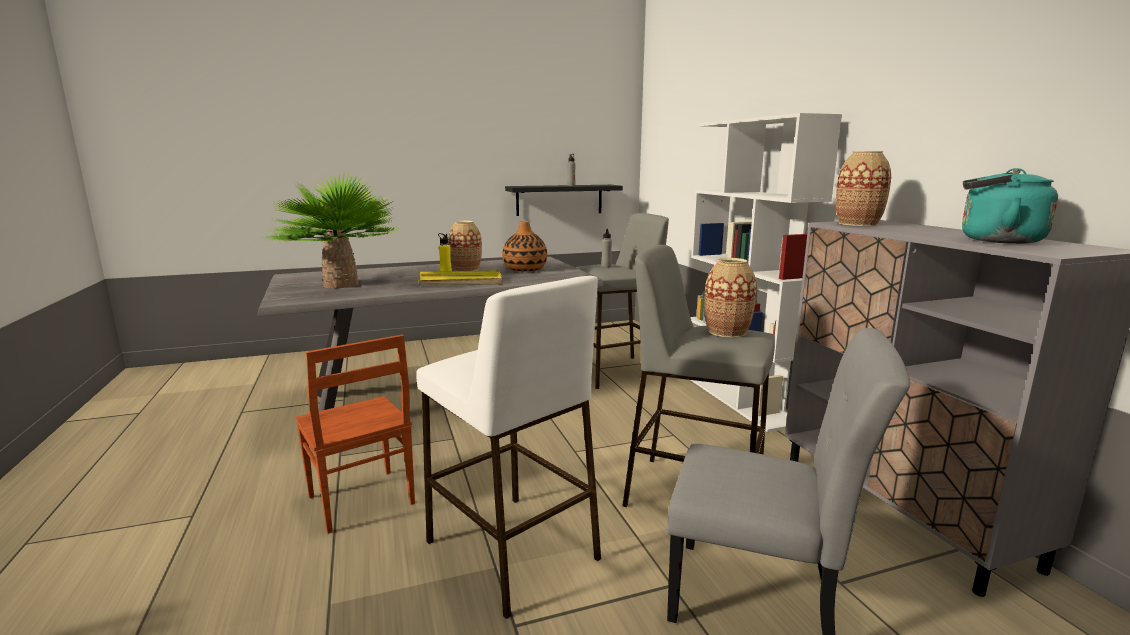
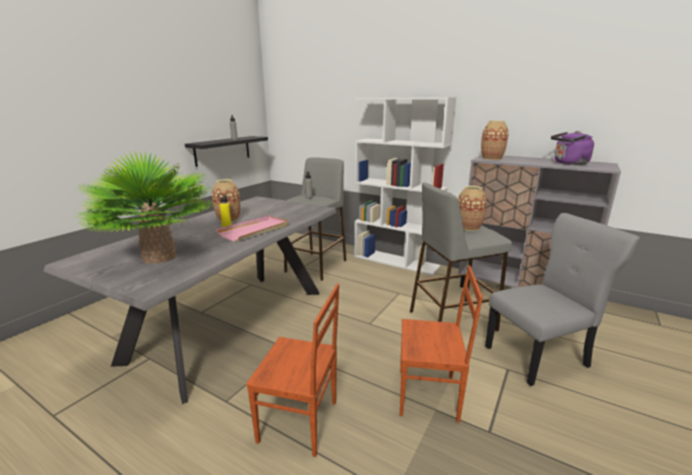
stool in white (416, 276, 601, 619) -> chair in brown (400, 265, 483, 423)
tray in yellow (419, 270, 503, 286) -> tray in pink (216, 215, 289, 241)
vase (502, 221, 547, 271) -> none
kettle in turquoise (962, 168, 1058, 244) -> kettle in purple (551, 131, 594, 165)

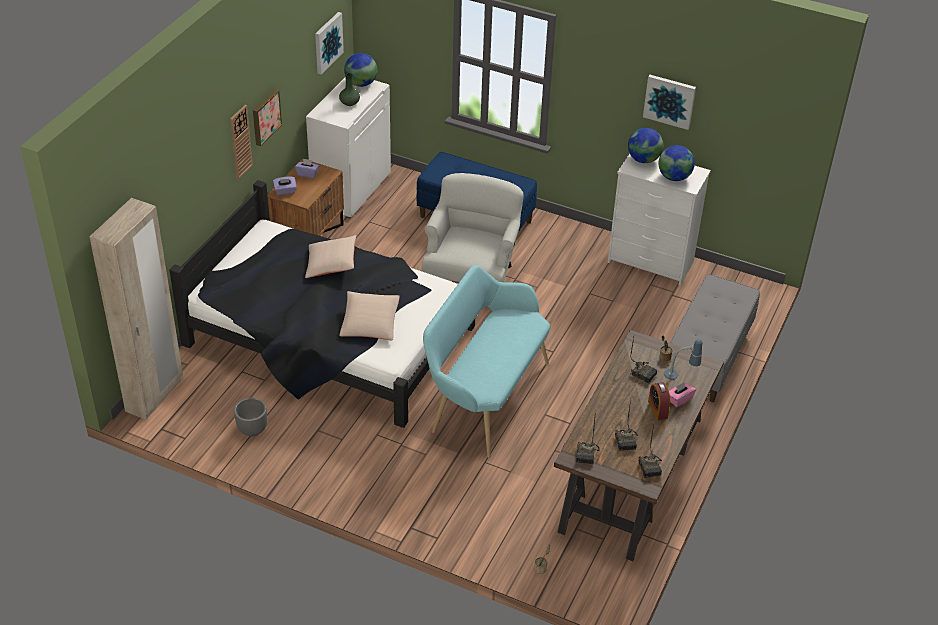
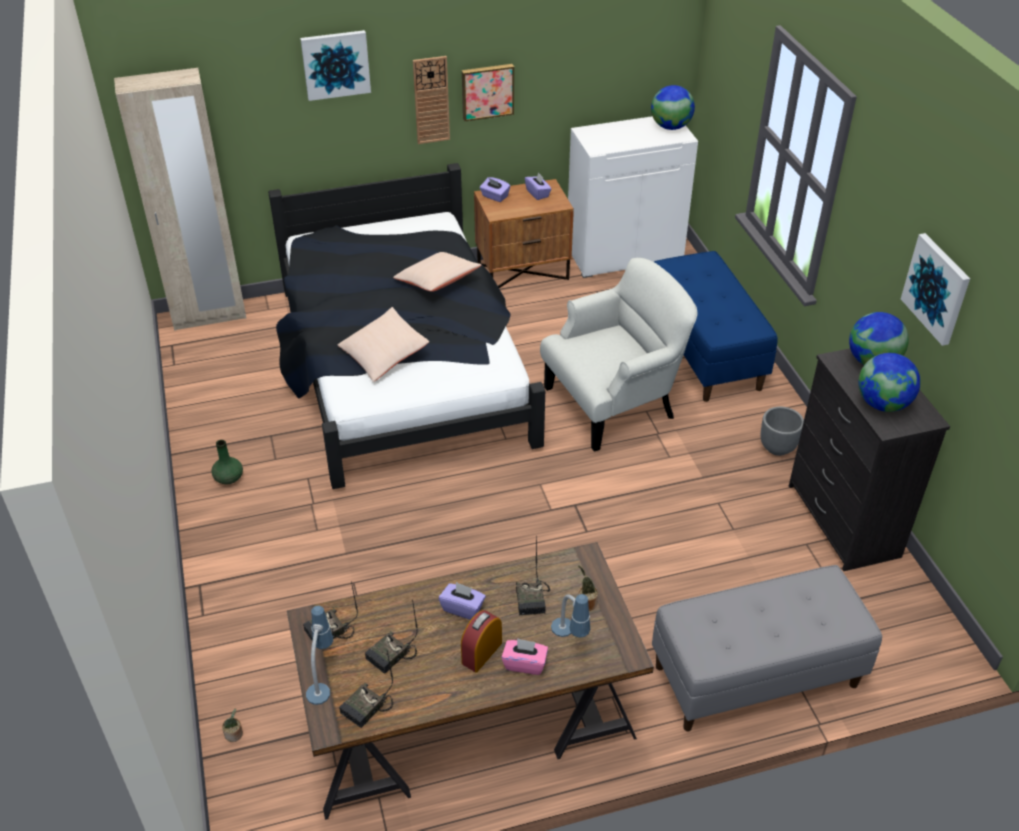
planter in grey (234, 398, 267, 436) -> planter in grey (760, 407, 804, 456), move
picture (315, 12, 344, 74) -> picture (300, 30, 371, 101), move
vase in green (339, 73, 360, 106) -> vase in green (211, 440, 243, 484), move
bench in turquoise (423, 265, 550, 458) -> none
dresser in white (608, 154, 711, 286) -> dresser in black (789, 348, 950, 571)
none -> table lamp (306, 606, 333, 705)
none -> tissue box in purple (439, 582, 486, 620)

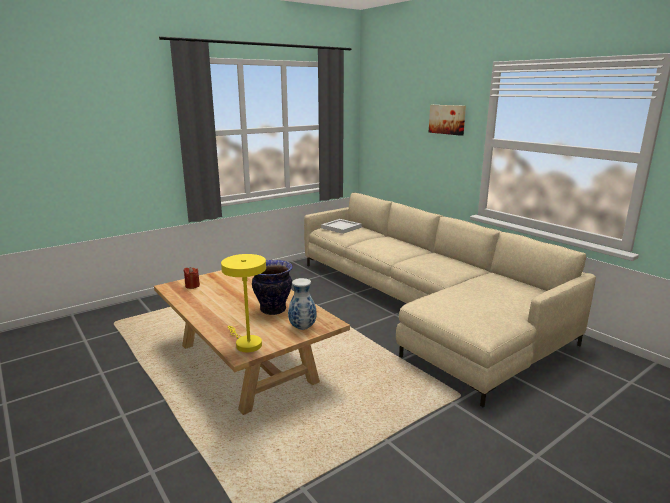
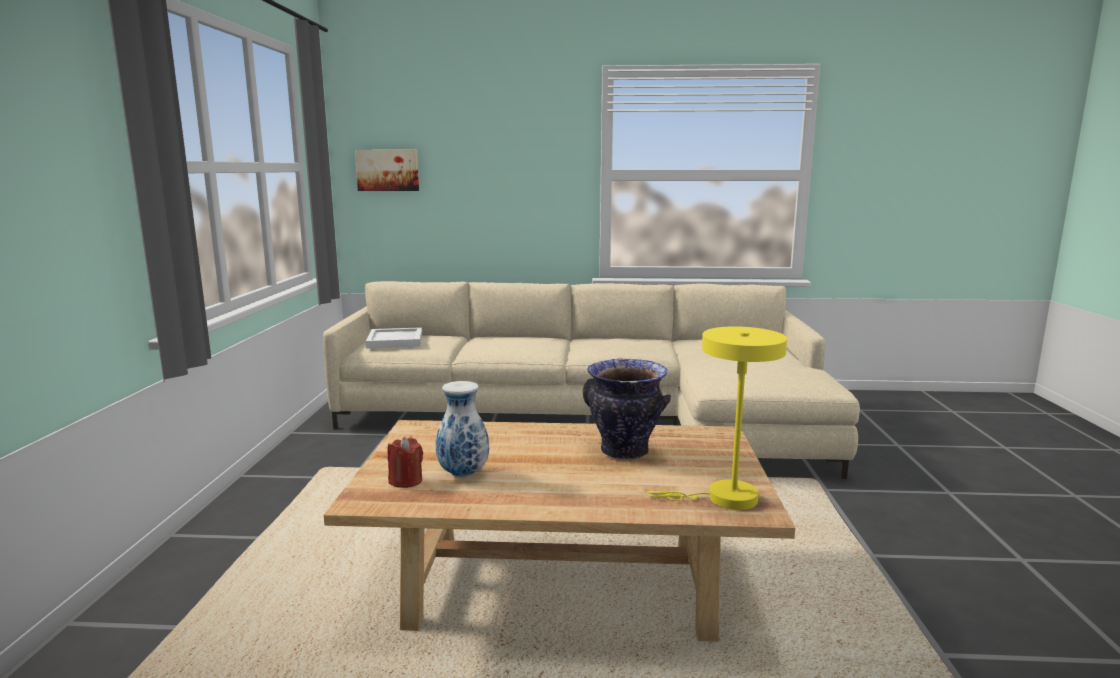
vase (288, 278, 316, 330) -> vase (436, 381, 489, 477), move
picture (429, 105, 466, 136) -> picture (355, 150, 419, 191), move

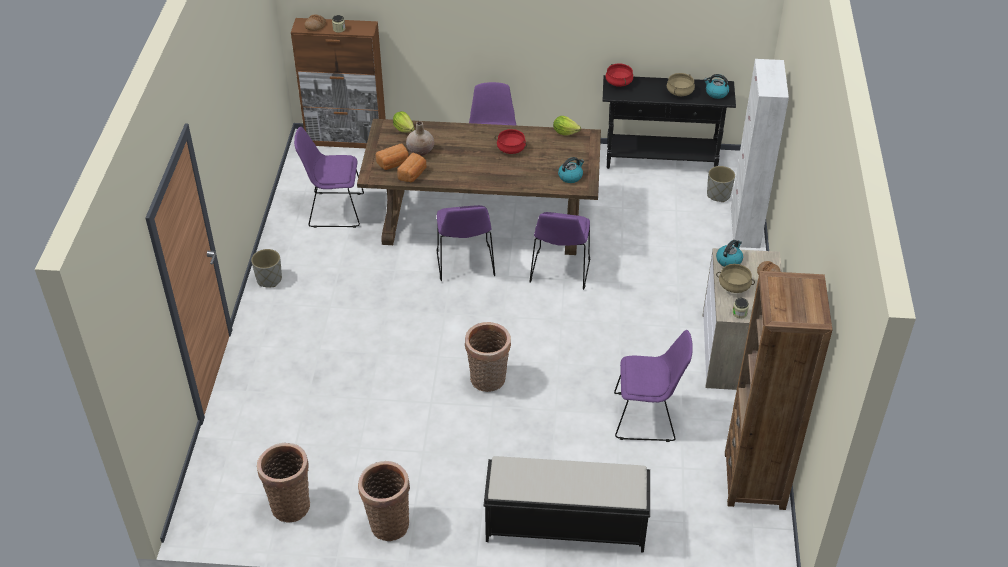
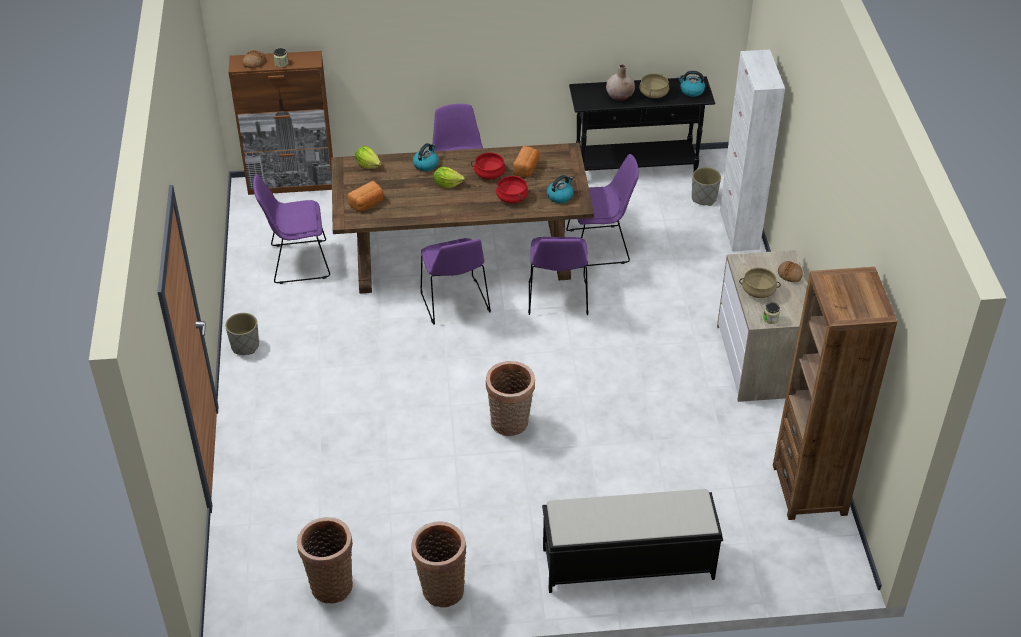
bread (397, 153, 426, 182) -> bread (513, 146, 539, 177), move
vase in beige (406, 121, 434, 156) -> vase in beige (606, 65, 635, 101), move
lettuce (553, 116, 581, 135) -> lettuce (434, 167, 465, 188), move
cooking pot in red (606, 63, 633, 87) -> cooking pot in red (496, 176, 528, 203), move
chair in purple (614, 330, 693, 442) -> chair in purple (566, 154, 639, 266), move
kettle (716, 240, 743, 267) -> kettle (413, 143, 439, 171), move

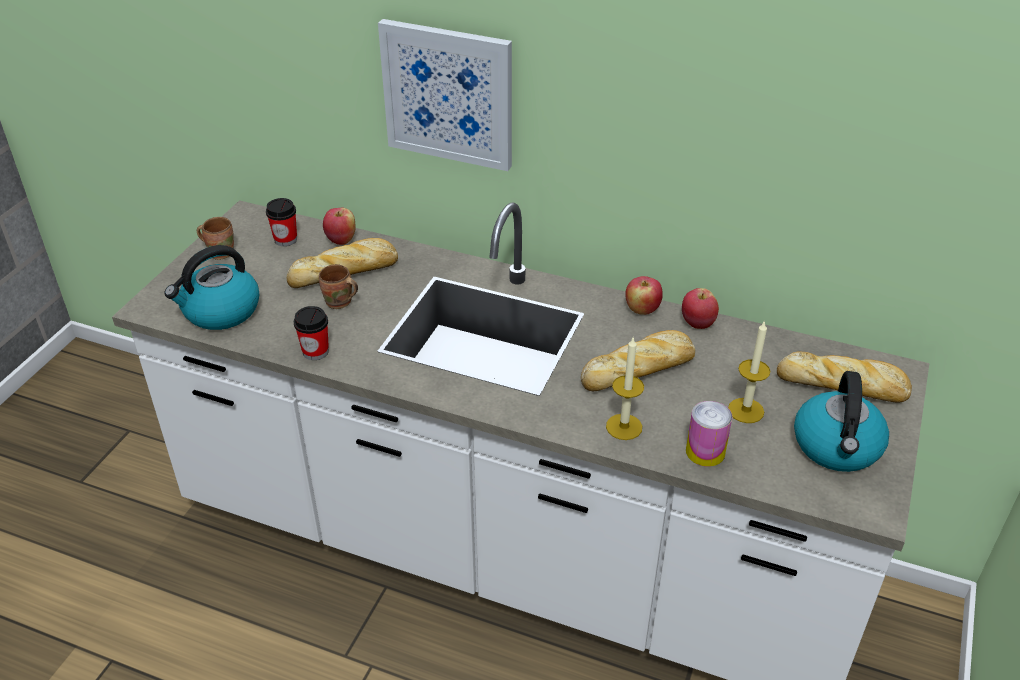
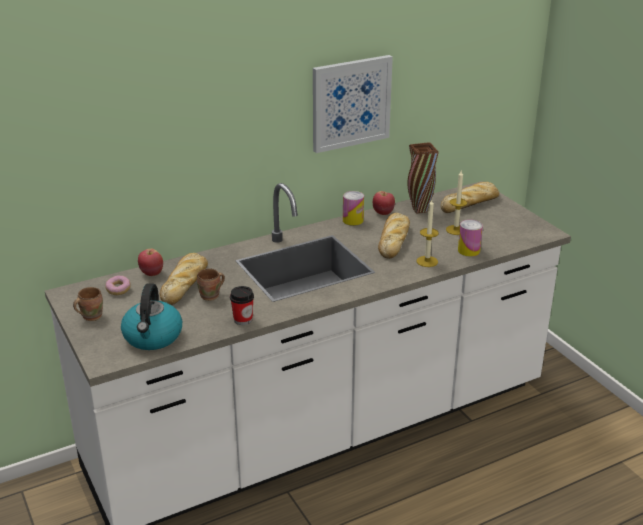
cup (266, 198, 297, 246) -> donut (105, 276, 130, 295)
picture (378, 19, 512, 171) -> picture (313, 55, 393, 153), move
apple (625, 276, 663, 315) -> can (343, 191, 364, 226)
kettle (794, 371, 889, 472) -> none
none -> vase in brown (407, 142, 439, 214)

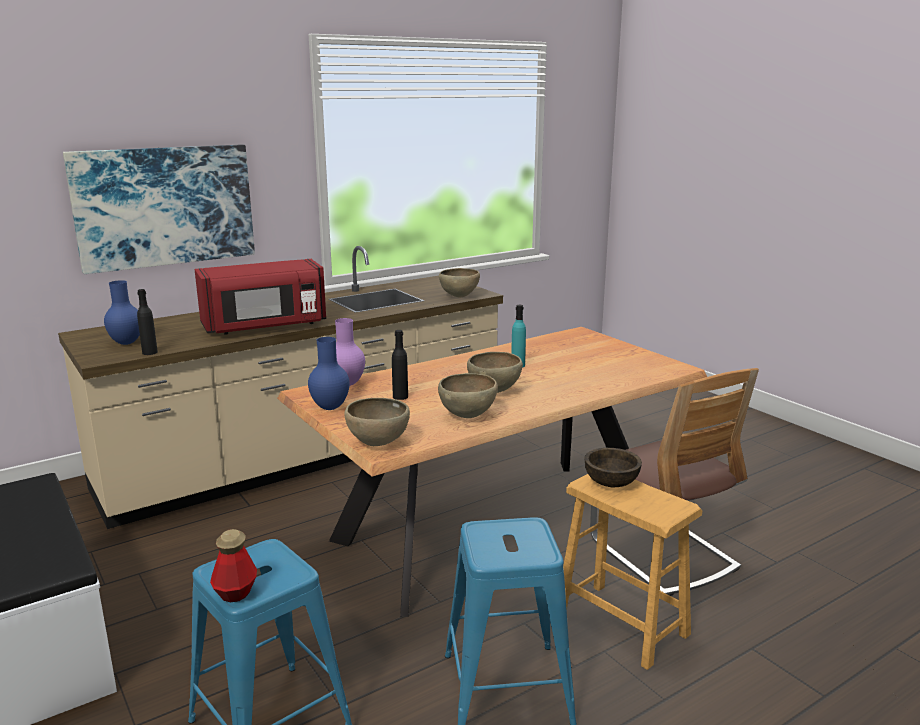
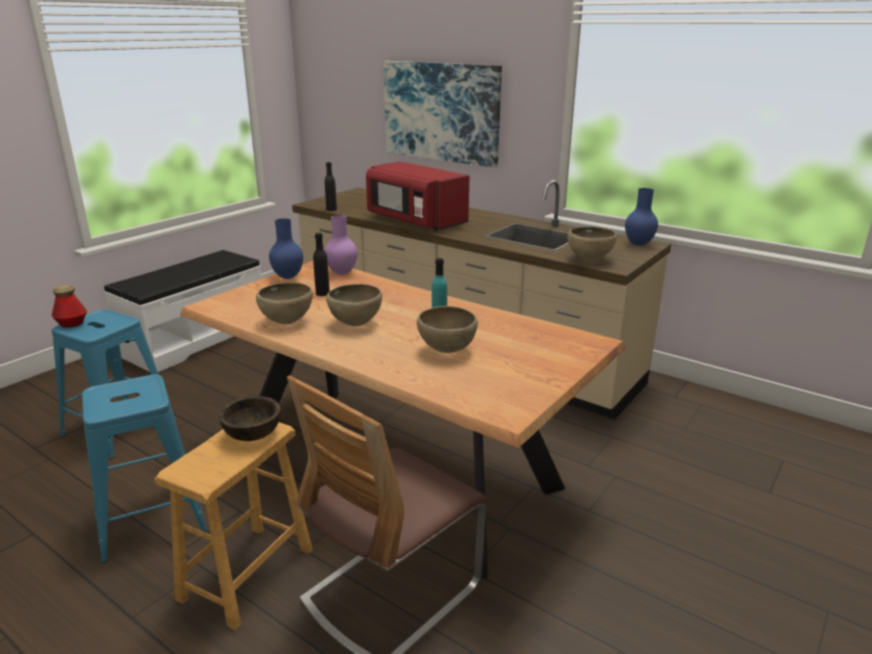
vase in blue (104, 280, 140, 345) -> vase in blue (625, 188, 658, 246), move
bowl in brown (344, 398, 410, 446) -> bowl in brown (417, 306, 478, 353), move

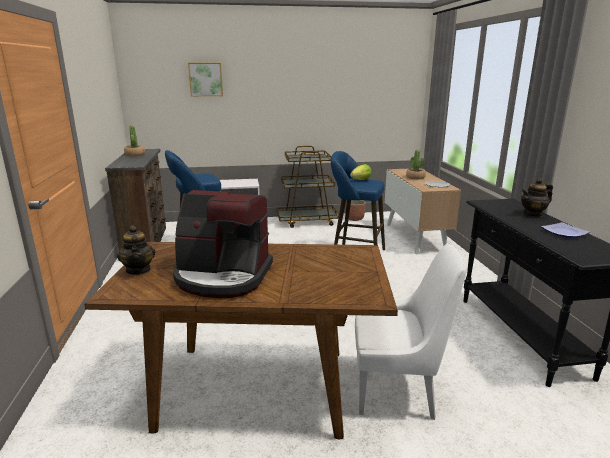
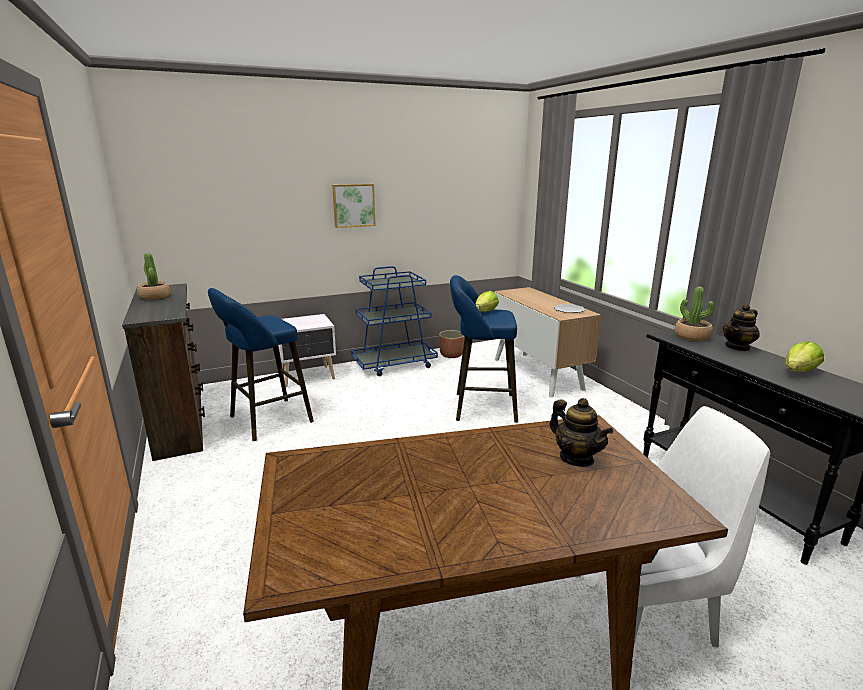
teapot (117, 225, 155, 275) -> teapot (550, 398, 613, 467), move
coffee machine (173, 190, 273, 298) -> none
picture (188, 63, 223, 96) -> picture (332, 184, 376, 228), move
cart in brown (276, 146, 339, 228) -> cart in blue (351, 266, 438, 376)
potted plant (406, 149, 426, 180) -> potted plant (675, 287, 715, 341), move
plate (541, 222, 590, 238) -> lettuce (785, 341, 824, 372)

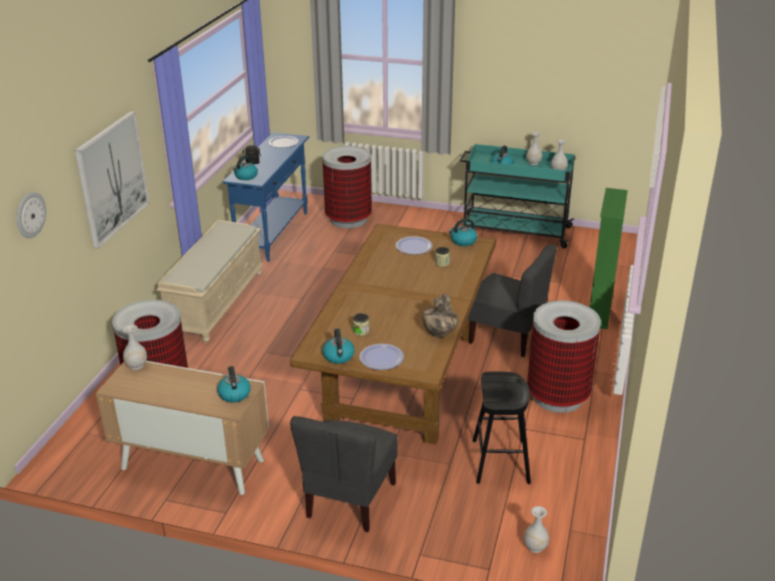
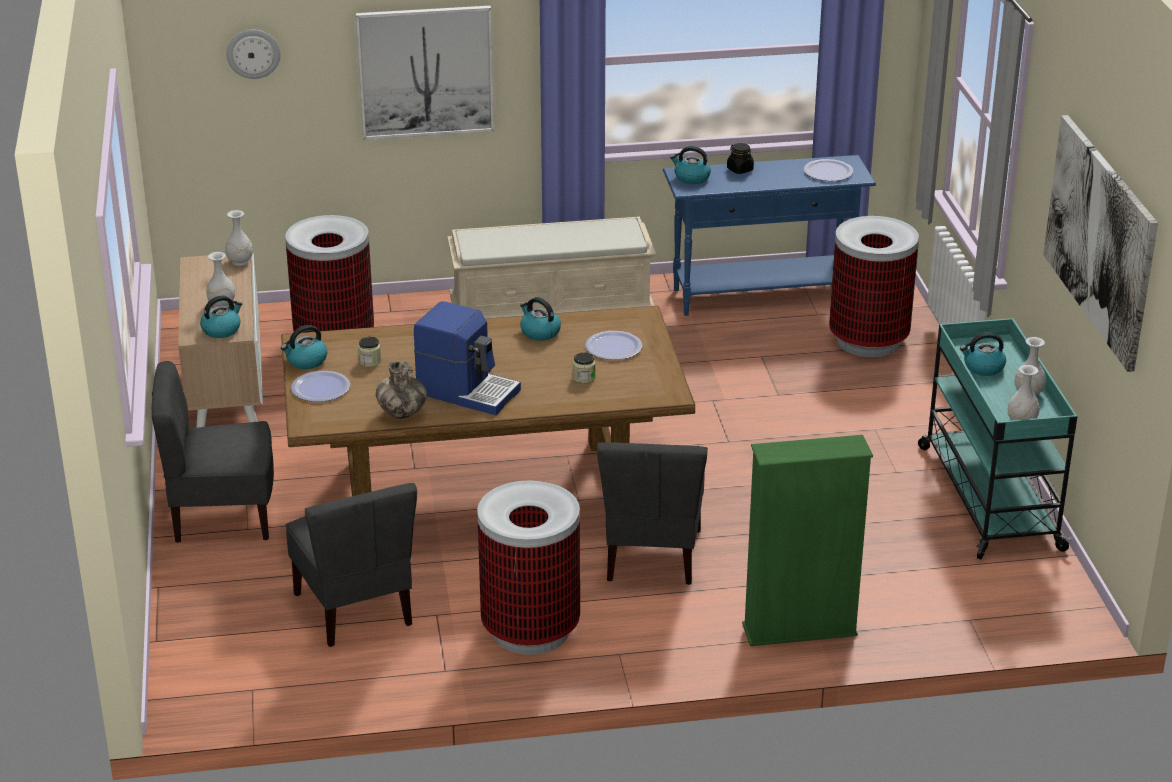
kettle (449, 218, 477, 246) -> kettle (520, 297, 561, 341), move
stool in black (472, 372, 531, 484) -> chair in grey (285, 483, 417, 647)
vase in white (524, 506, 549, 553) -> vase in white (206, 252, 235, 308), move
none -> coffee machine (414, 301, 521, 415)
none -> picture (1043, 115, 1158, 372)

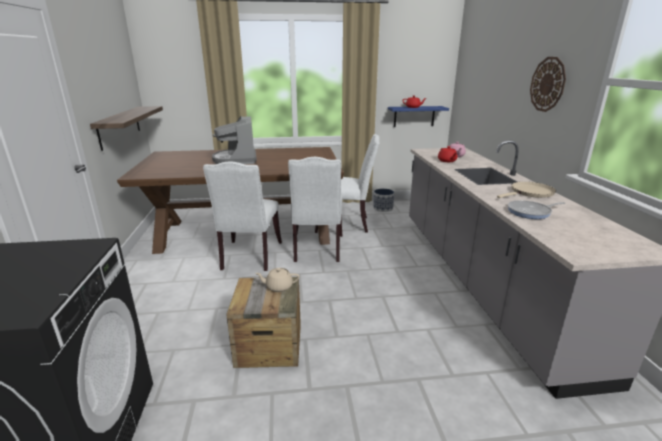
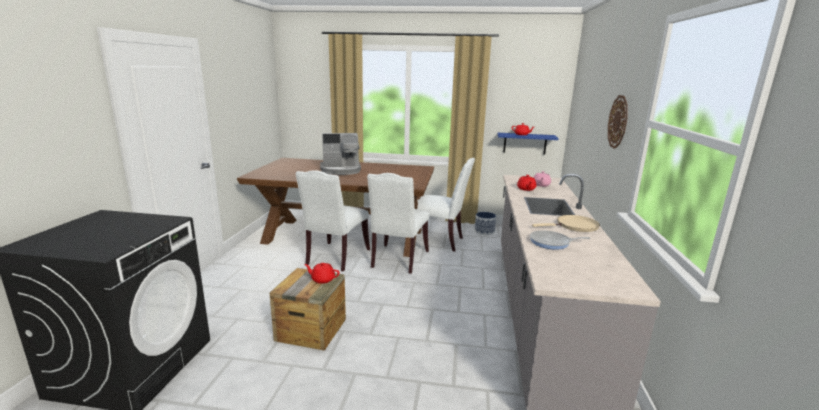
shelf (90, 106, 163, 151) -> none
coffee machine (212, 116, 257, 164) -> coffee machine (320, 133, 361, 175), 105 degrees counterclockwise
teapot in beige (255, 268, 300, 292) -> teapot in red (304, 263, 340, 284)

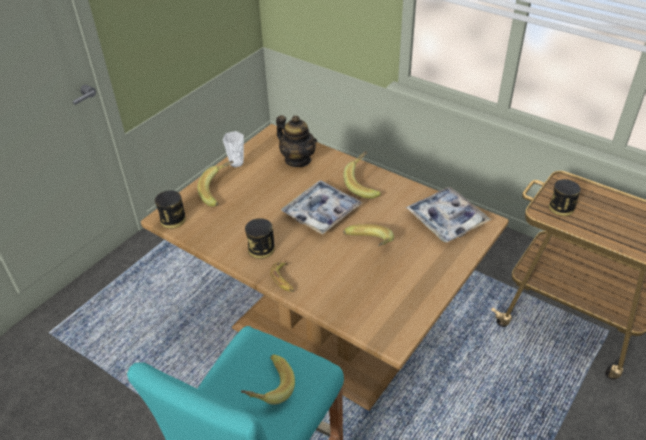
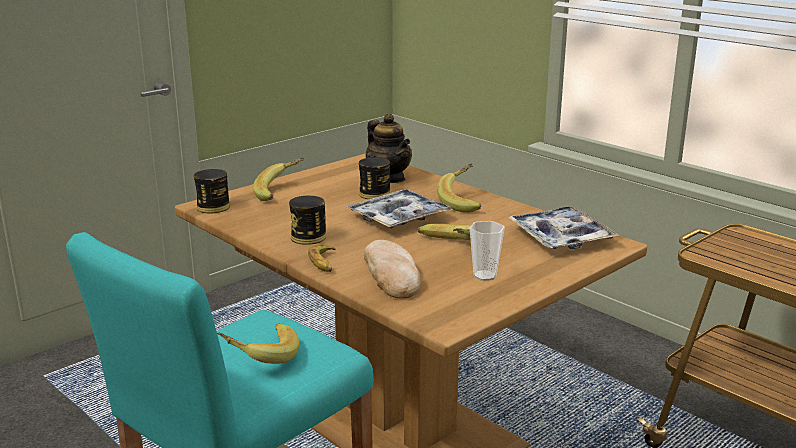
cup (223, 131, 244, 167) -> cup (470, 221, 505, 281), move
can (549, 179, 581, 216) -> can (359, 157, 390, 199), move
none -> bread (364, 240, 421, 299)

